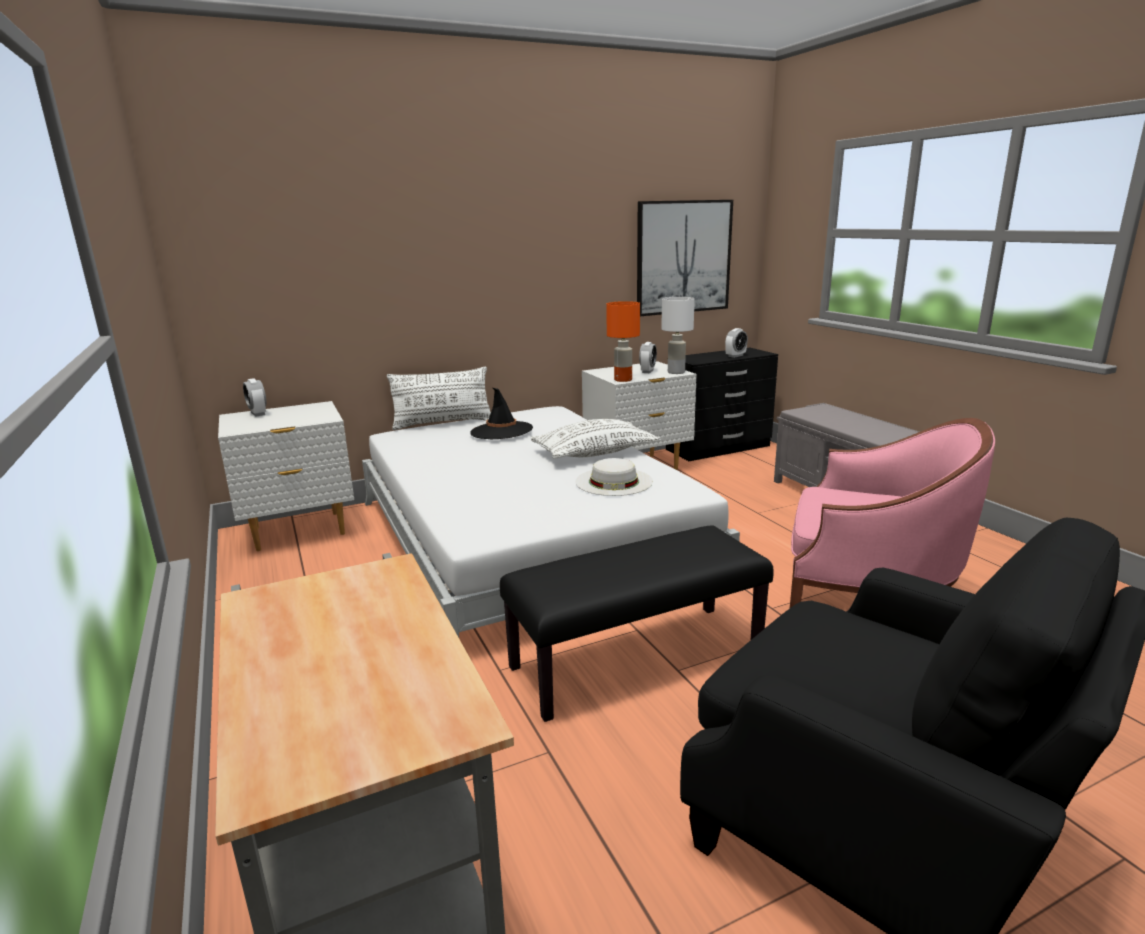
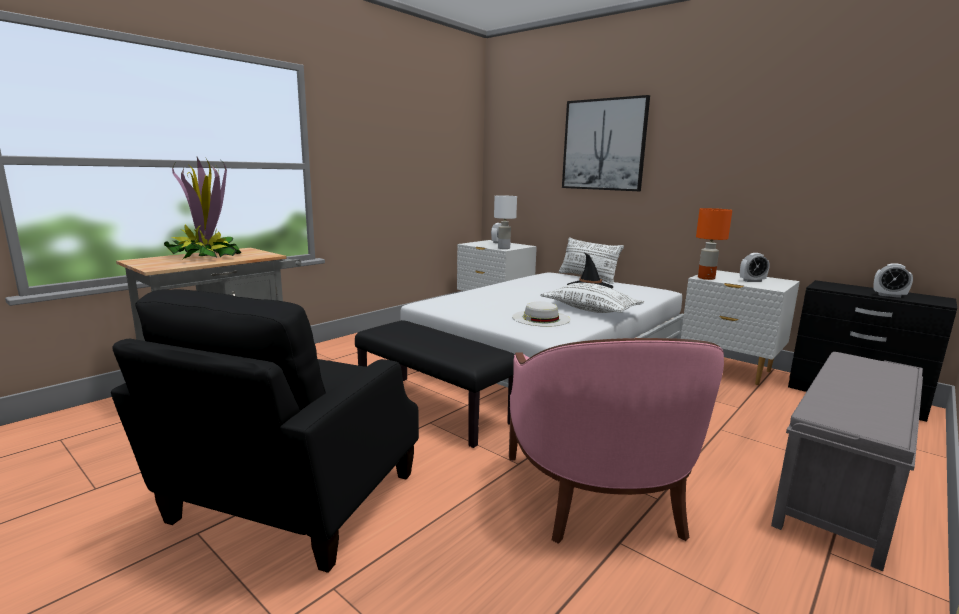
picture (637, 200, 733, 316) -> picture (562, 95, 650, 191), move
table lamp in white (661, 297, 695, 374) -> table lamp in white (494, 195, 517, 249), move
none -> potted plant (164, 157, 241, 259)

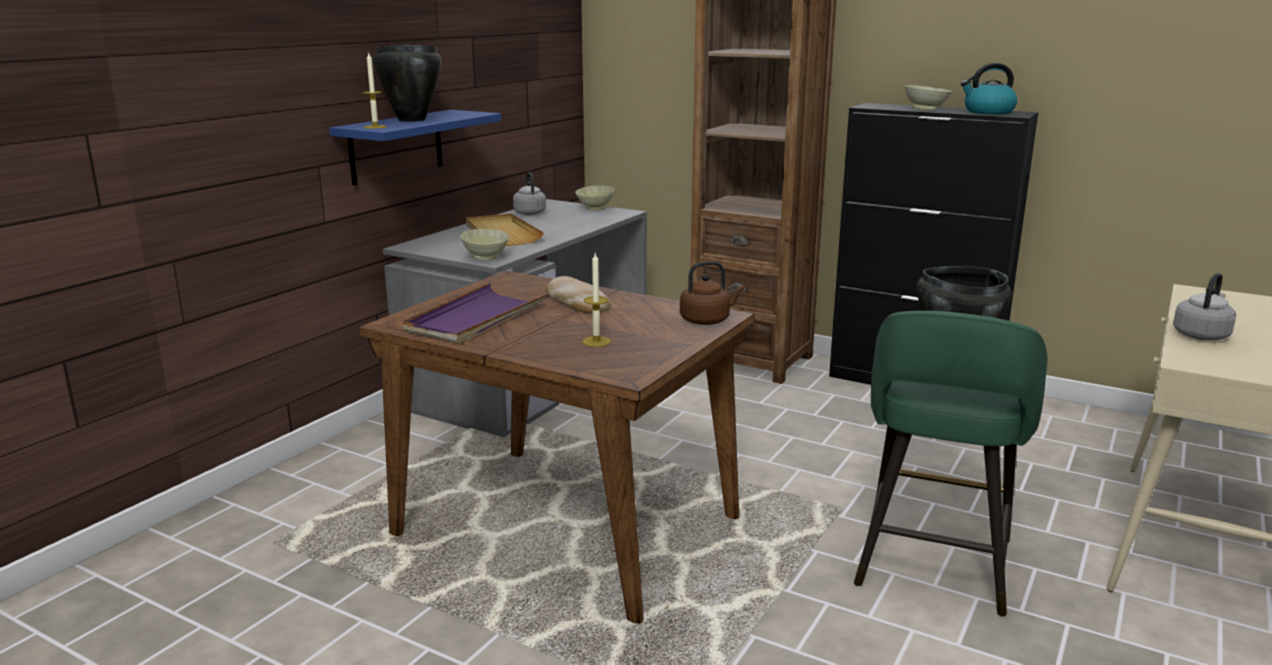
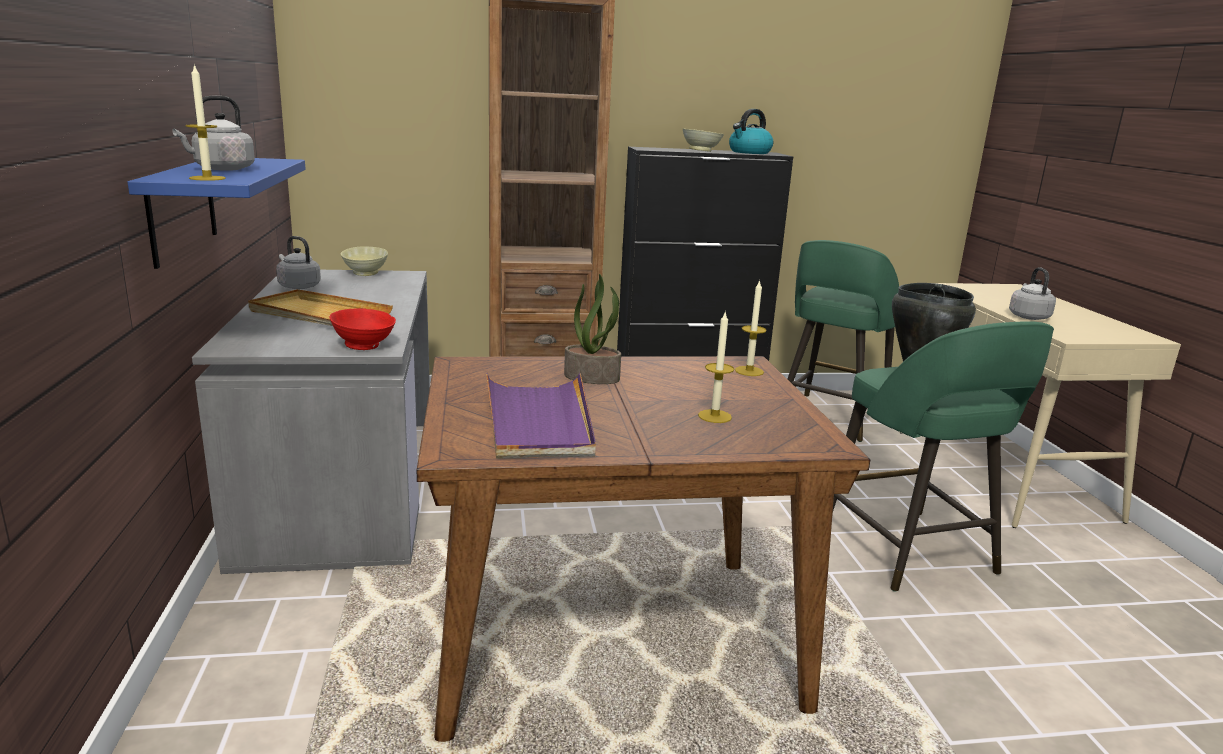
cooking pot in black (373, 45, 442, 122) -> kettle in grey (172, 96, 255, 171)
bowl in beige (460, 229, 509, 260) -> bowl in red (329, 308, 396, 350)
bread (545, 276, 610, 314) -> potted plant (564, 274, 621, 384)
kettle in brown (680, 261, 744, 325) -> candle (735, 280, 767, 376)
none -> stool in green (788, 240, 899, 442)

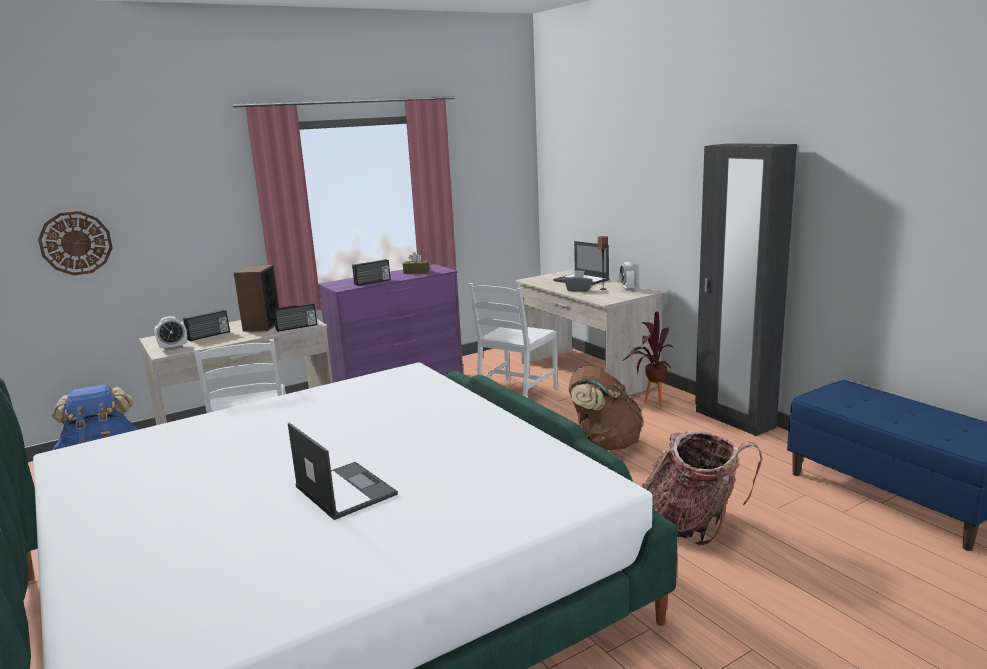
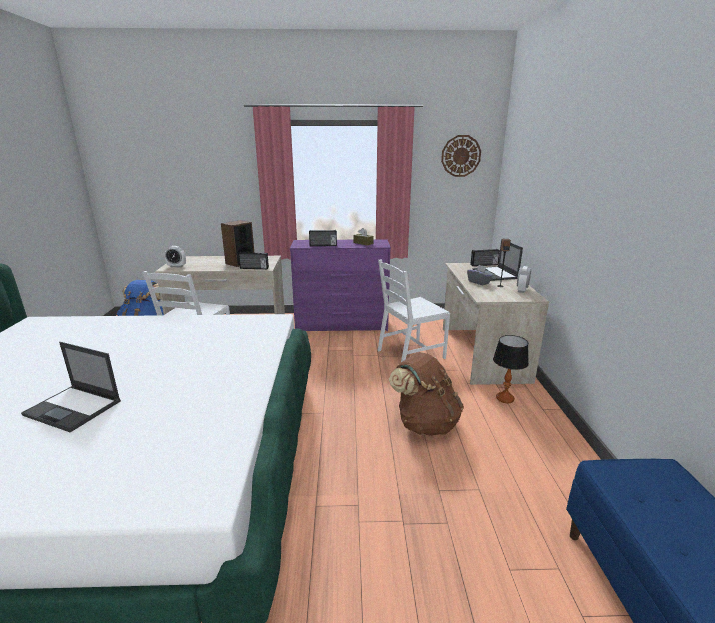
wall clock (38, 211, 113, 276) -> wall clock (441, 135, 481, 177), move
radio (183, 309, 230, 341) -> radio (471, 249, 500, 266), move
laptop (288, 423, 398, 520) -> laptop (21, 342, 121, 432), 120 degrees clockwise
potted plant (622, 312, 674, 407) -> table lamp (493, 335, 529, 403)
backpack (642, 430, 762, 545) -> none
wardrobe in black (695, 143, 797, 436) -> none

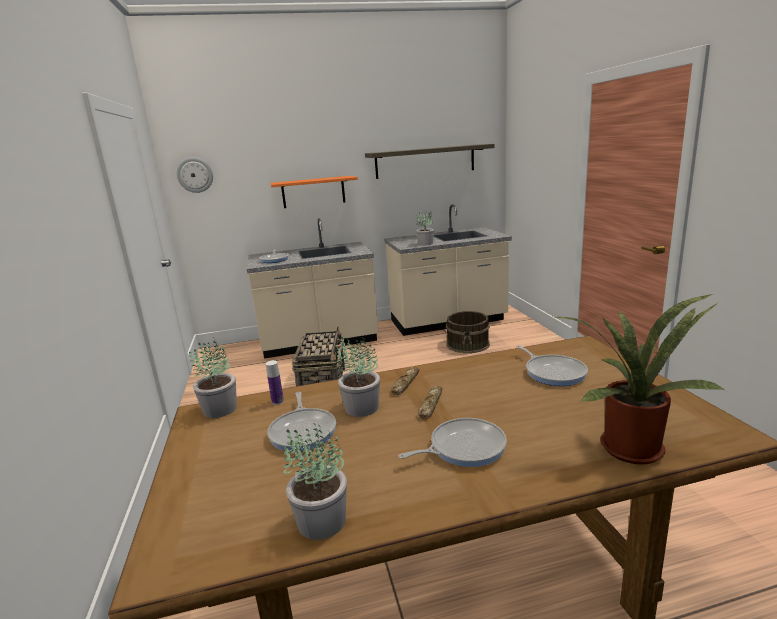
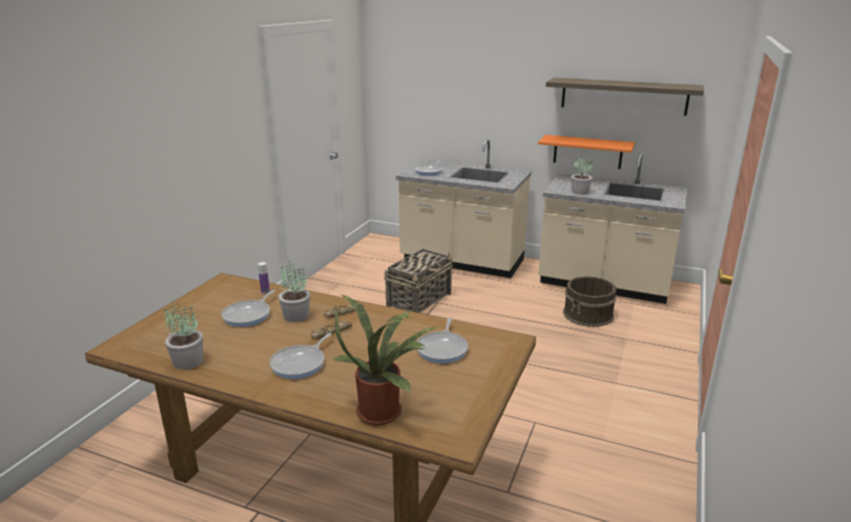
wall clock (176, 157, 213, 193) -> none
potted plant (189, 337, 237, 418) -> none
shelf in orange (271, 176, 358, 208) -> shelf in orange (538, 135, 635, 169), move
frying pan (399, 418, 507, 467) -> frying pan (270, 333, 332, 379), 105 degrees clockwise

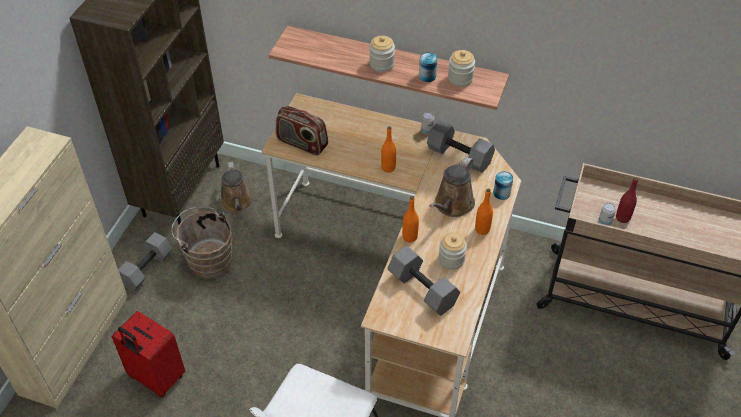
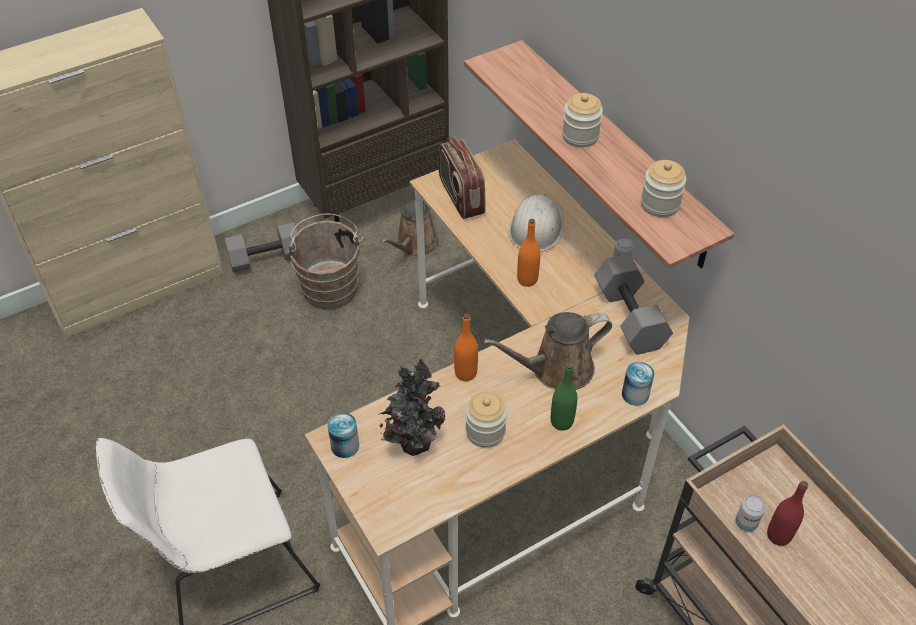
suitcase in red (112, 311, 185, 398) -> none
dumbbell in grey (387, 246, 460, 316) -> potted plant (379, 358, 446, 456)
can (419, 52, 438, 82) -> can (327, 413, 359, 458), move
bottle in orange (475, 188, 493, 235) -> bottle in green (551, 363, 578, 431)
none -> hard hat in white (509, 194, 563, 252)

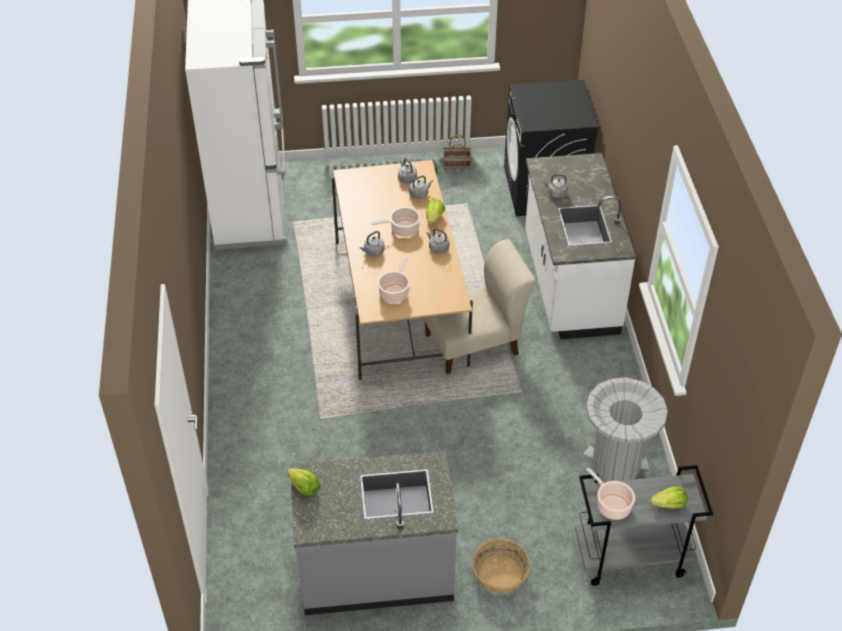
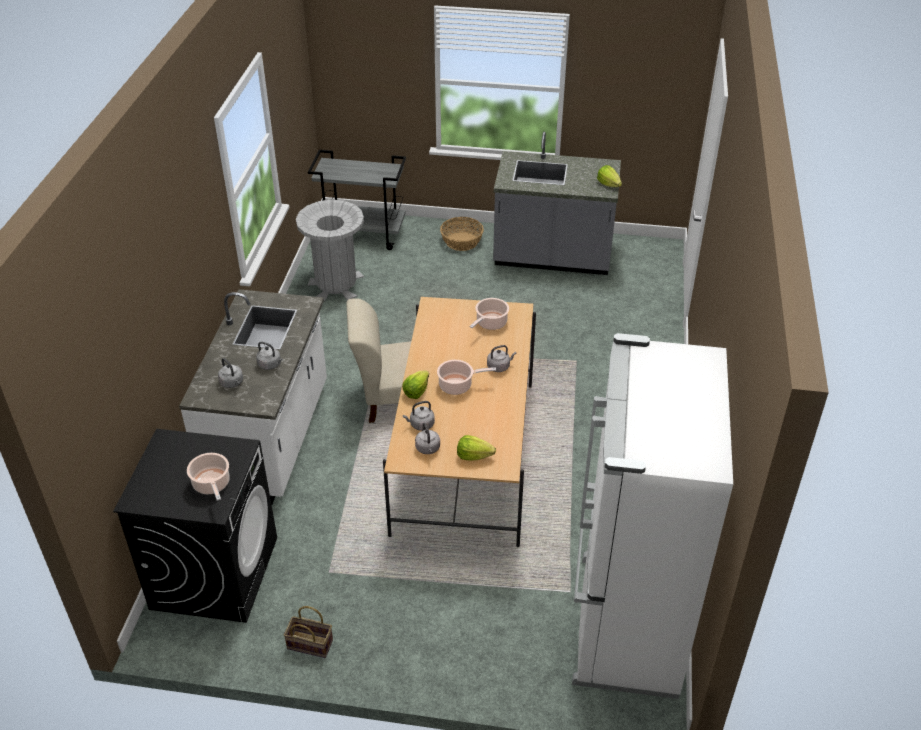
kettle in grey (426, 228, 449, 254) -> kettle in grey (218, 358, 243, 388), move
cooking pot (586, 467, 635, 520) -> cooking pot (187, 453, 230, 501), move
lettuce (650, 486, 687, 509) -> lettuce (457, 435, 496, 461), move

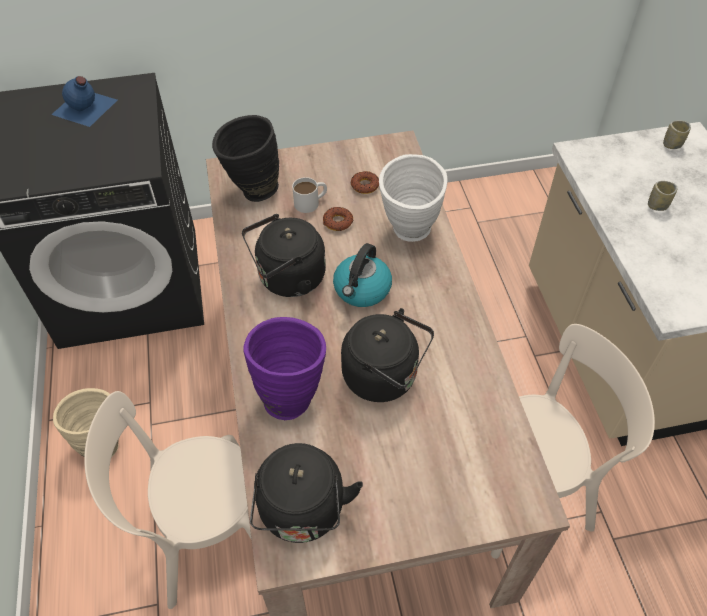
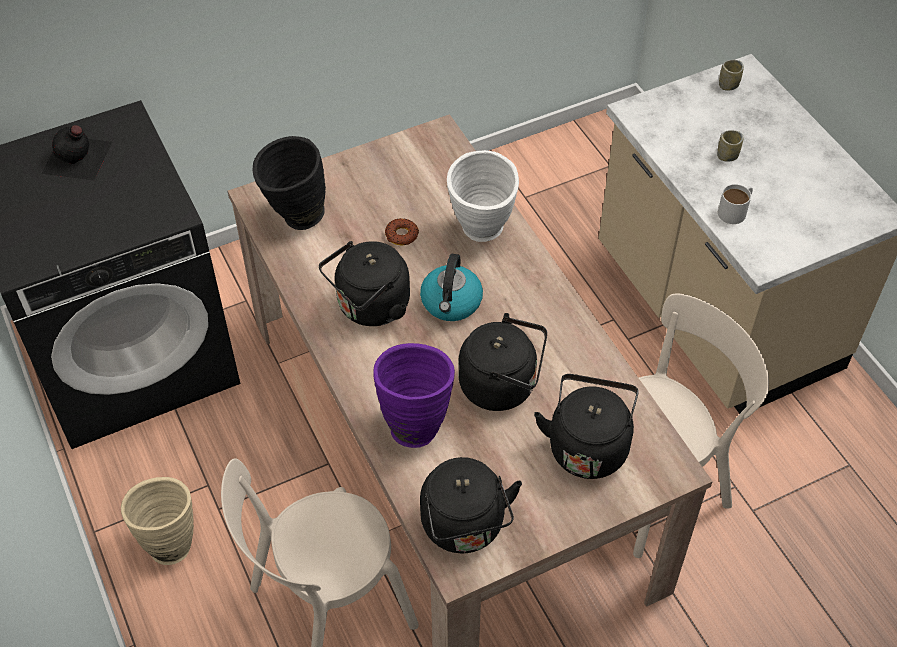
bottle in blue (51, 76, 117, 127) -> bottle in black (41, 125, 112, 180)
mug in white (292, 177, 327, 213) -> mug in white (718, 184, 753, 224), move
donut (351, 171, 379, 194) -> none
none -> kettle in black (534, 374, 639, 479)

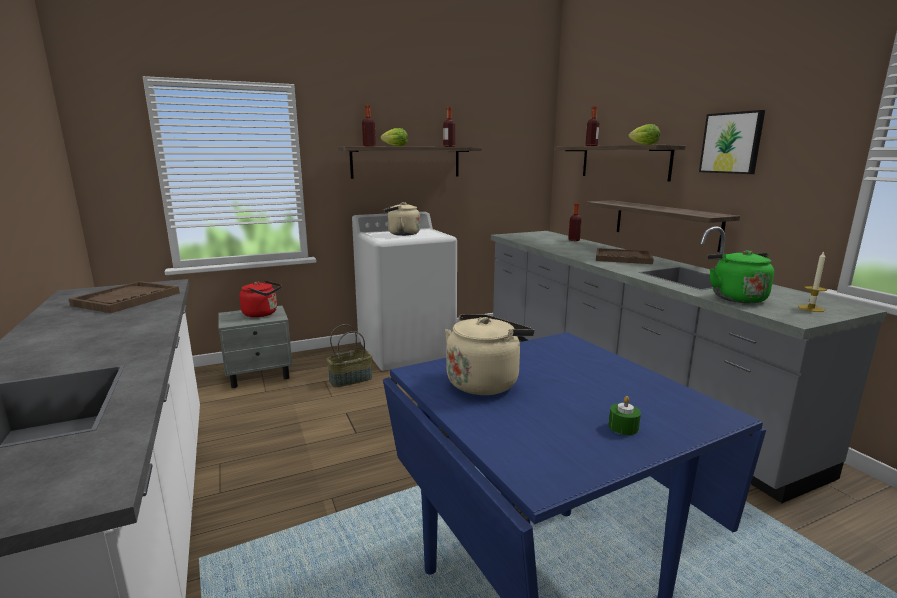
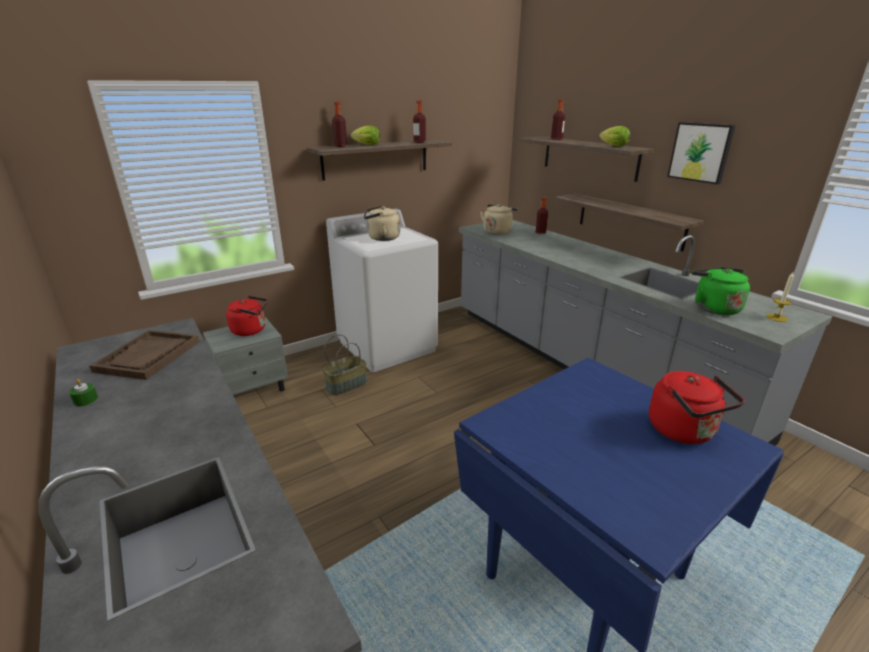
kettle in beige (445, 314, 534, 395) -> kettle in beige (480, 204, 518, 235), move
tray in brown (596, 248, 654, 264) -> none
candle in green (609, 396, 641, 435) -> candle in green (69, 379, 98, 407), move
none -> kettle in red (649, 371, 744, 444)

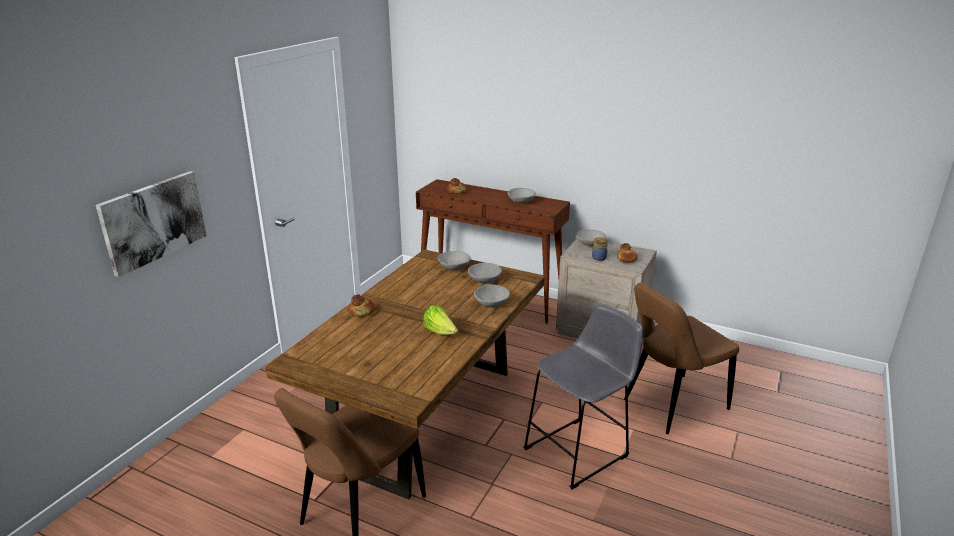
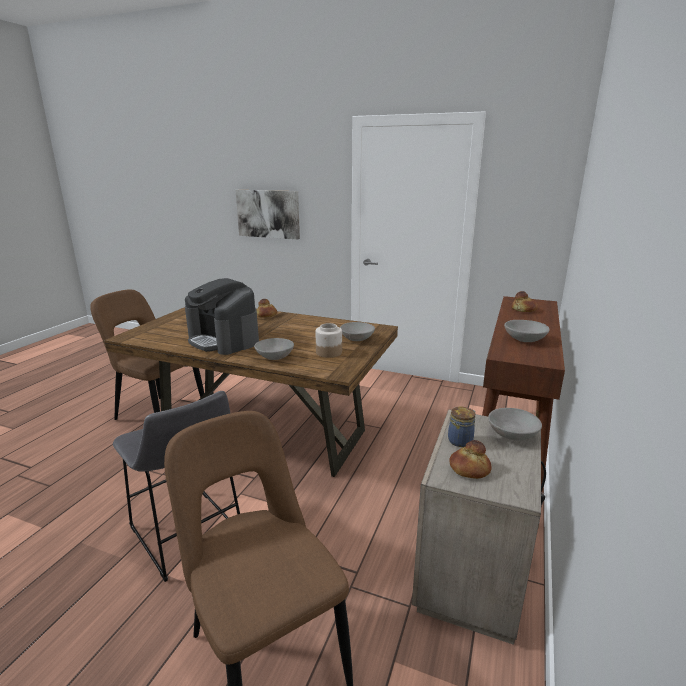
lettuce (423, 305, 458, 335) -> coffee machine (185, 278, 259, 355)
bowl in grey (468, 263, 502, 284) -> jar (316, 323, 342, 358)

